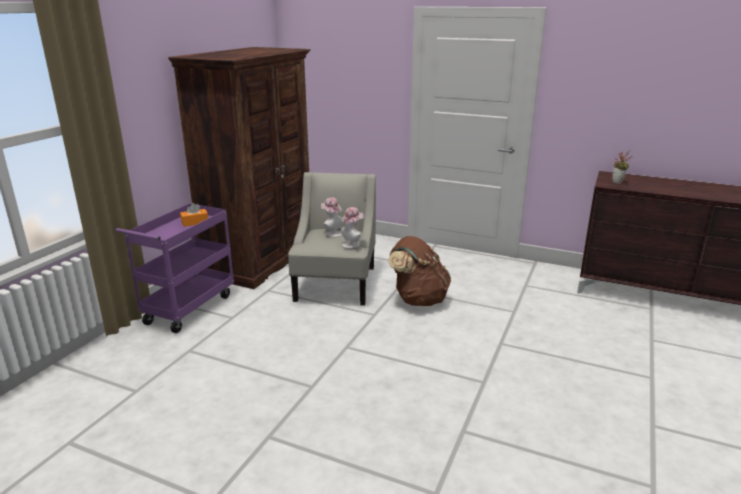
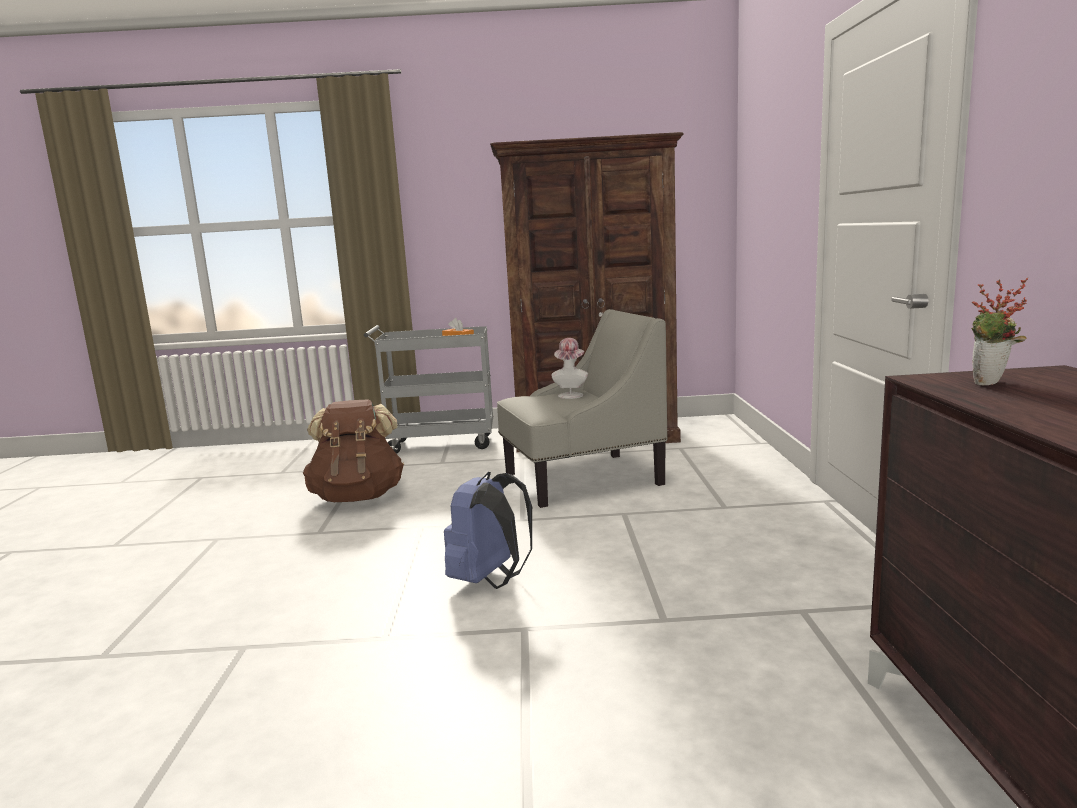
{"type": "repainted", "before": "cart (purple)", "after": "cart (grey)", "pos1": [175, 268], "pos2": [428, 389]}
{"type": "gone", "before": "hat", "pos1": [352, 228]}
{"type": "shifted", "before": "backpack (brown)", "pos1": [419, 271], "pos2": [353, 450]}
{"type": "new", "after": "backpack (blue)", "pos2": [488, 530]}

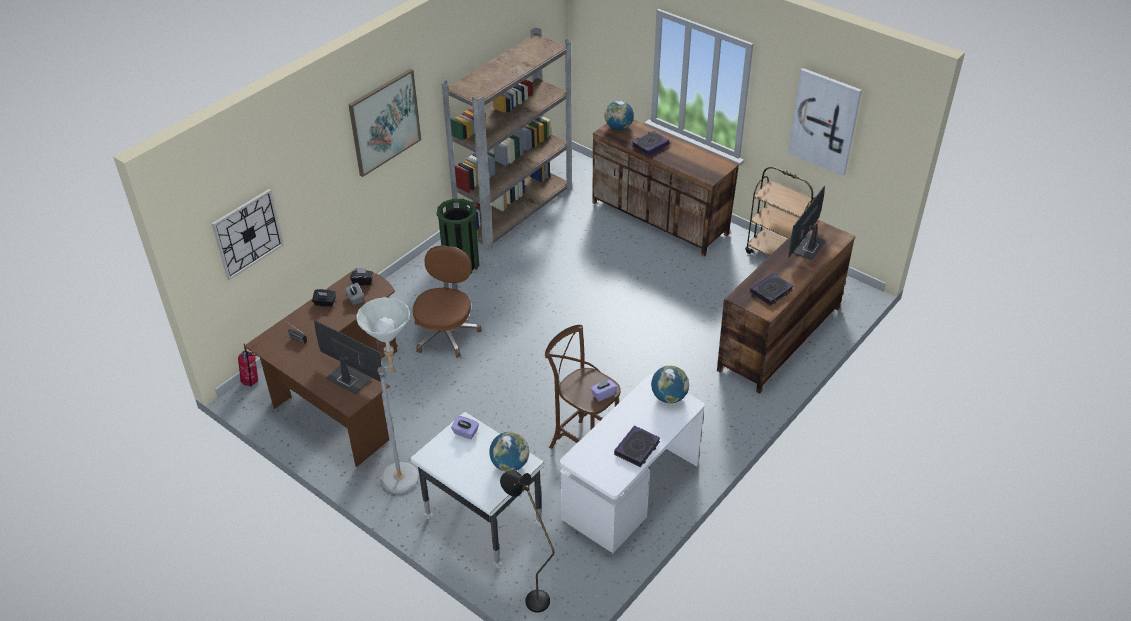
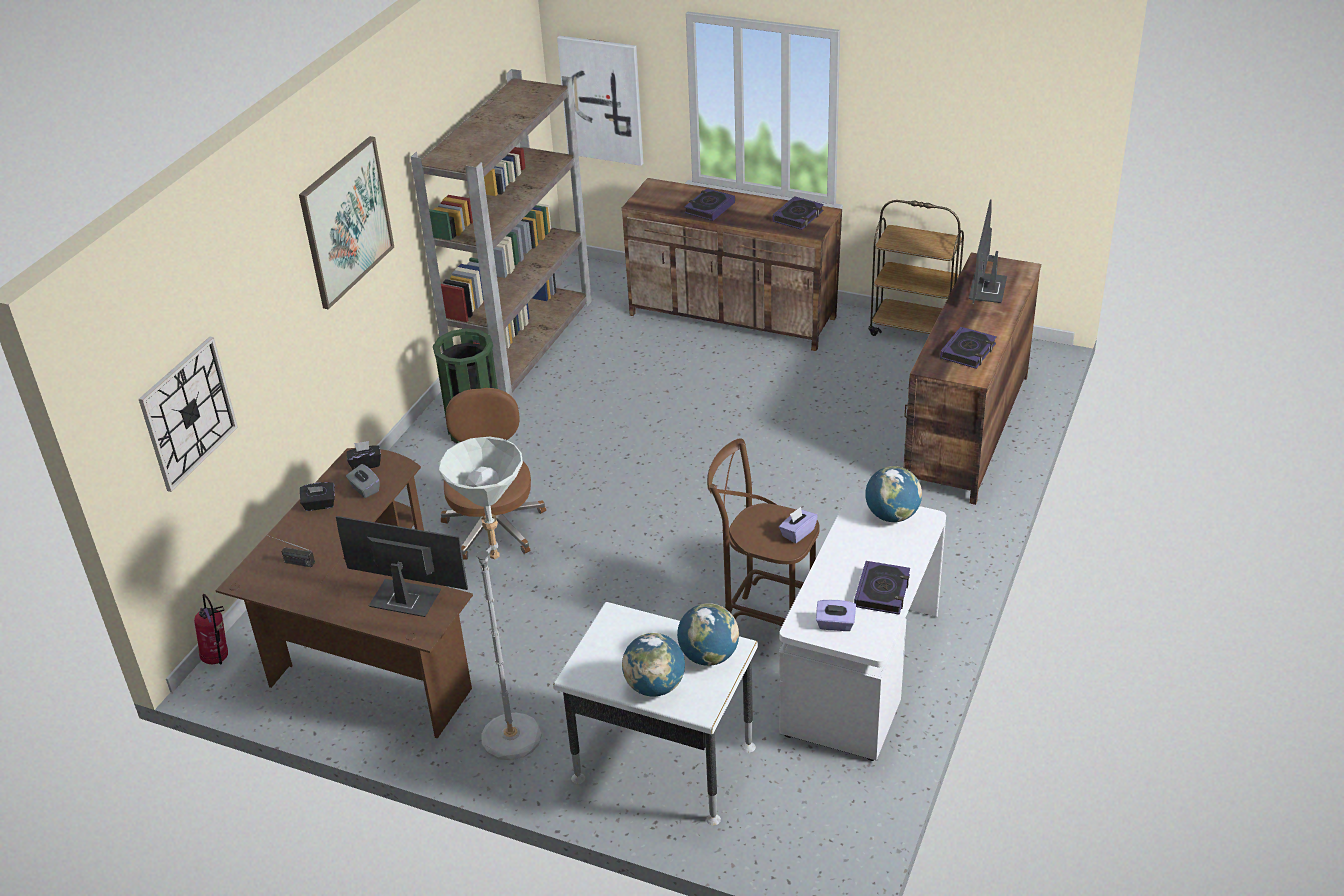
{"type": "shifted", "before": "tissue box (purple)", "pos1": [465, 427], "pos2": [836, 615]}
{"type": "gone", "before": "floor lamp (black)", "pos1": [527, 541]}
{"type": "shifted", "before": "globe", "pos1": [619, 115], "pos2": [653, 665]}
{"type": "shifted", "before": "picture", "pos1": [825, 122], "pos2": [600, 101]}
{"type": "new", "after": "book", "pos2": [798, 213]}

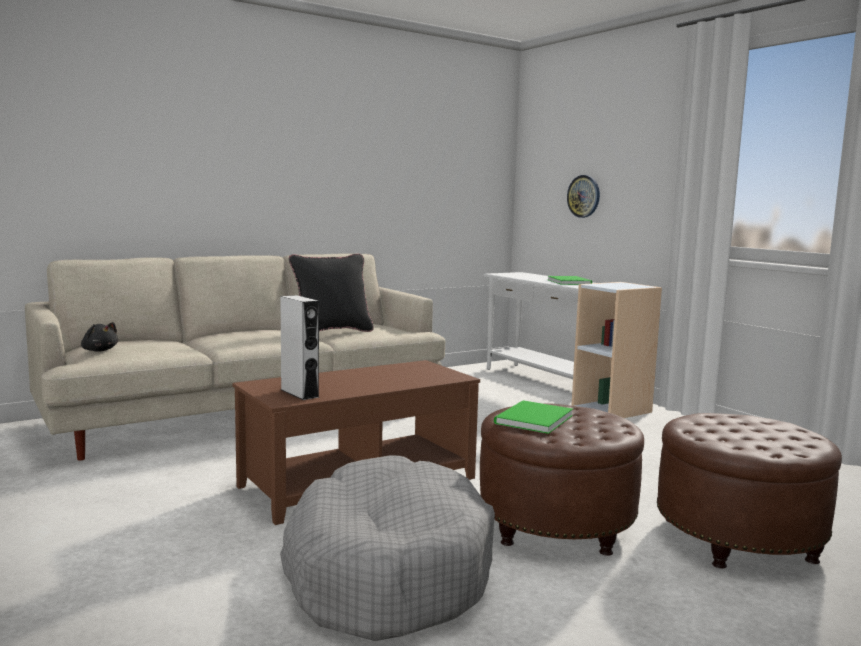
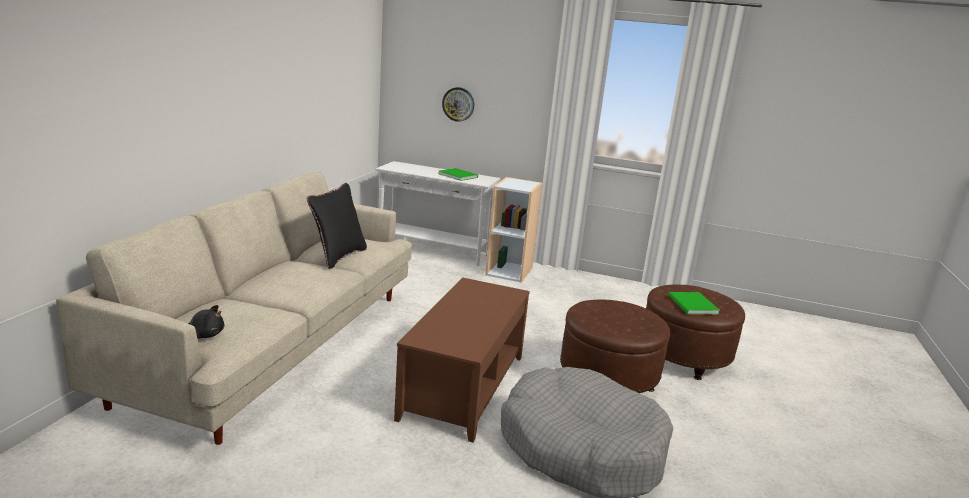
{"type": "gone", "before": "speaker (grey)", "pos1": [300, 347]}
{"type": "shifted", "before": "book (green)", "pos1": [533, 417], "pos2": [694, 303]}

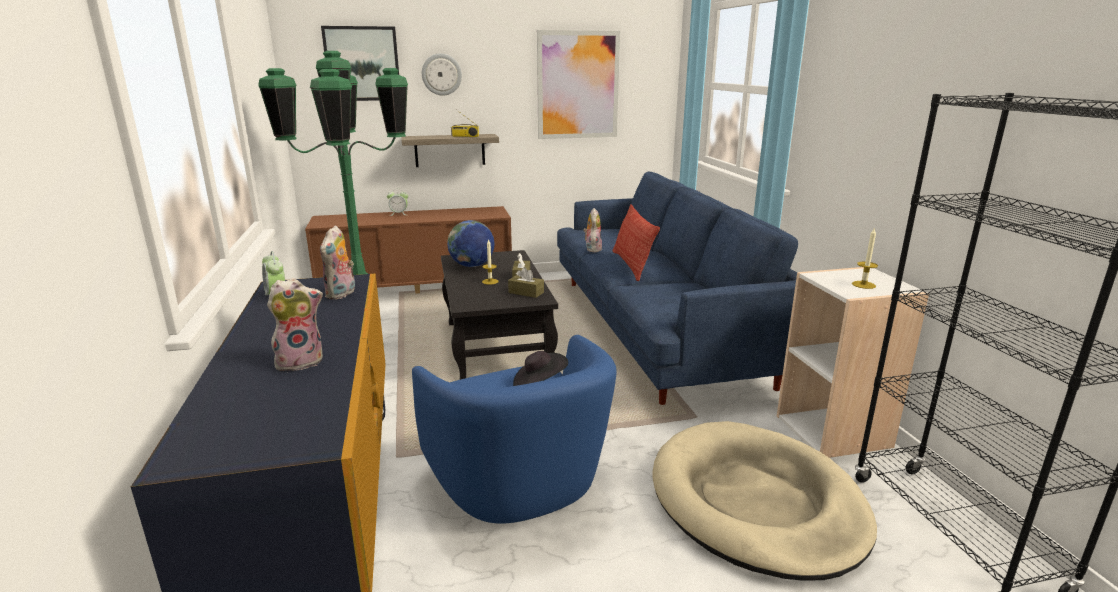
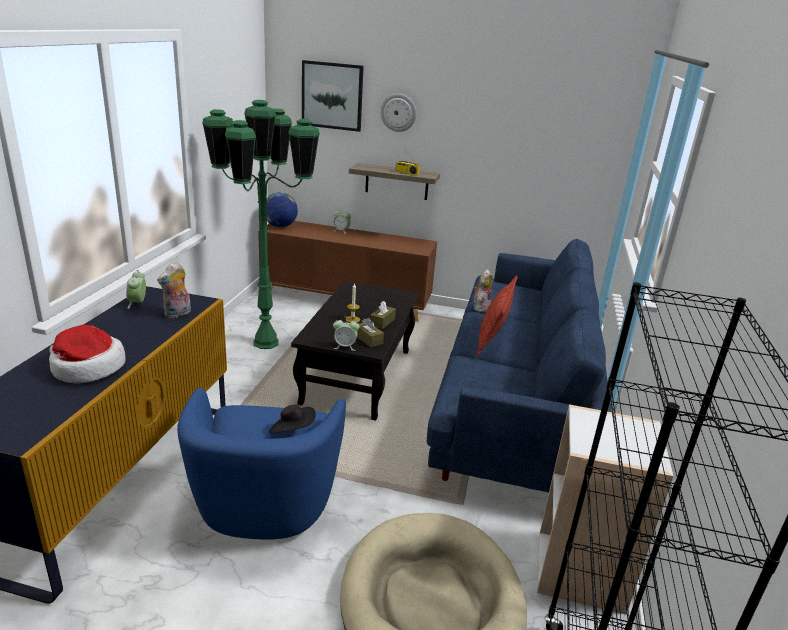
{"type": "swapped", "before": "plush toy", "after": "hat", "pos1": [295, 325], "pos2": [87, 354]}
{"type": "shifted", "before": "globe", "pos1": [470, 243], "pos2": [282, 209]}
{"type": "gone", "before": "picture", "pos1": [578, 84]}
{"type": "gone", "before": "candle", "pos1": [865, 258]}
{"type": "new", "after": "alarm clock", "pos2": [346, 334]}

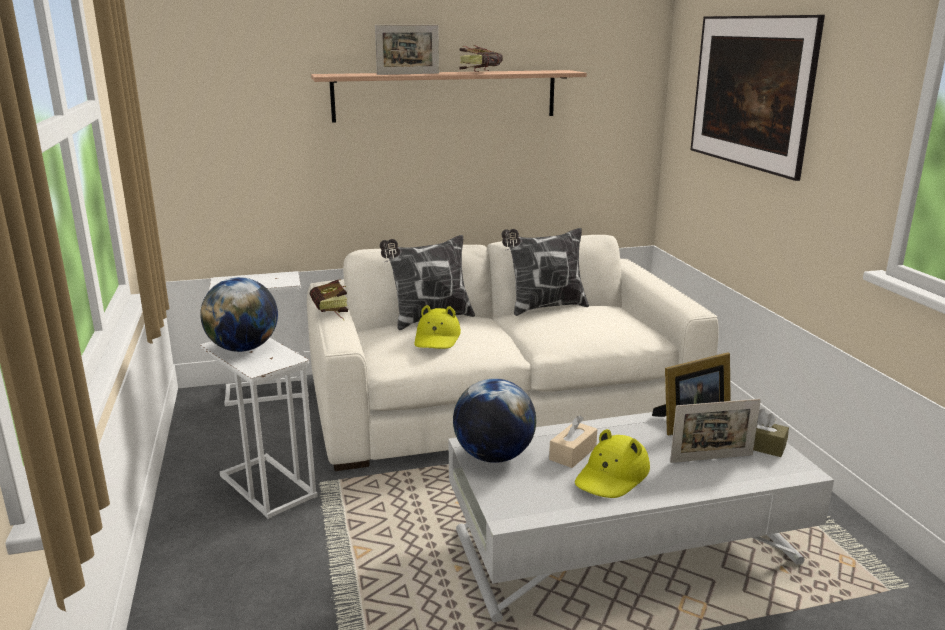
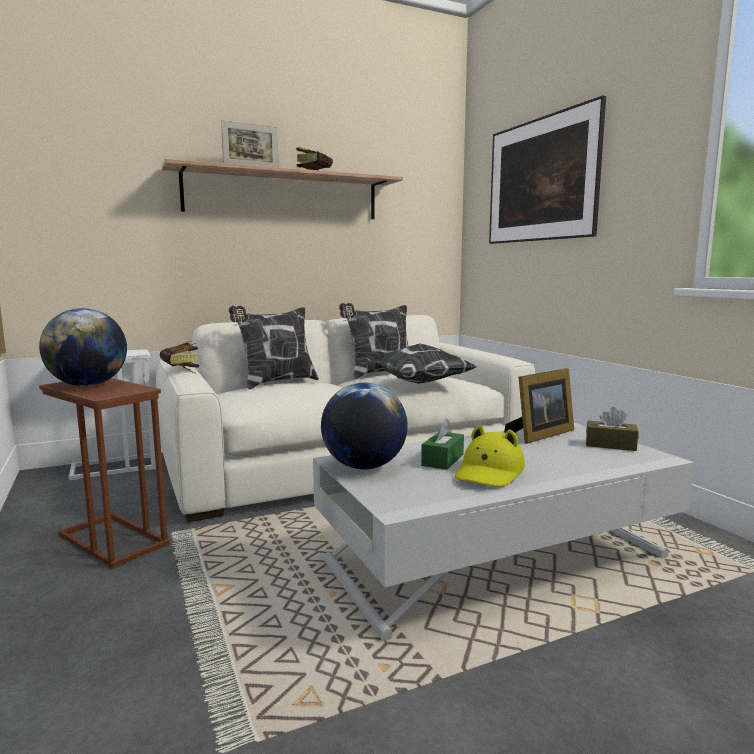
{"type": "repainted", "before": "side table (white)", "after": "side table (brown)", "pos1": [259, 428], "pos2": [104, 473]}
{"type": "gone", "before": "hat (yellow)", "pos1": [438, 327]}
{"type": "repainted", "before": "tissue box (beige)", "after": "tissue box (green)", "pos1": [573, 442], "pos2": [442, 444]}
{"type": "gone", "before": "picture frame", "pos1": [715, 431]}
{"type": "new", "after": "pillow", "pos2": [419, 364]}

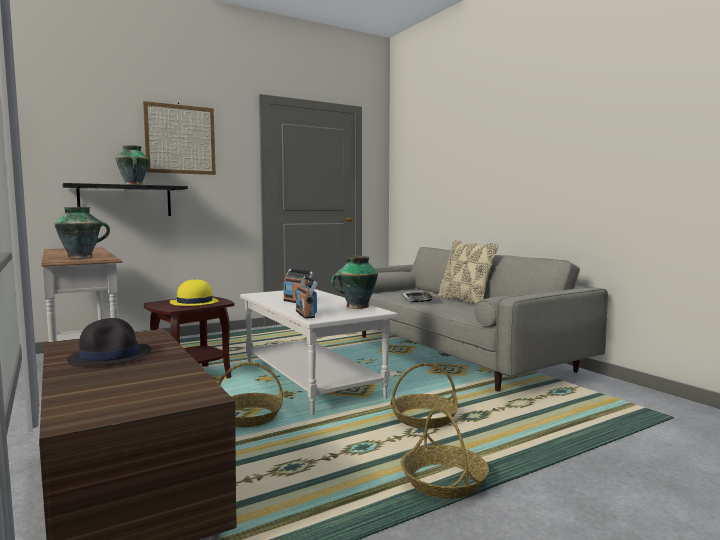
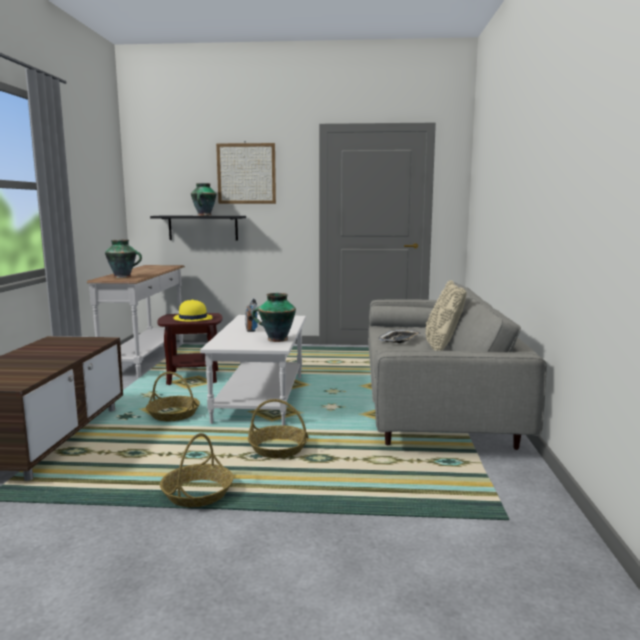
{"type": "gone", "before": "hat (black)", "pos1": [109, 342]}
{"type": "gone", "before": "radio", "pos1": [307, 297]}

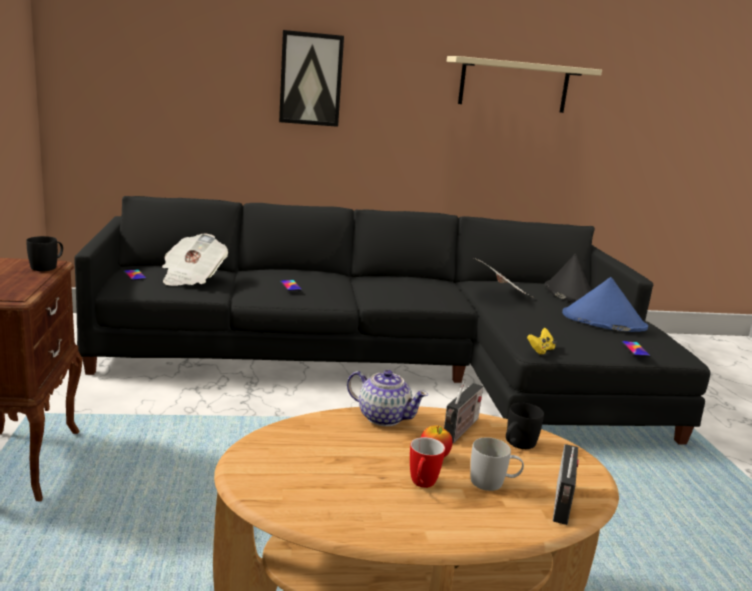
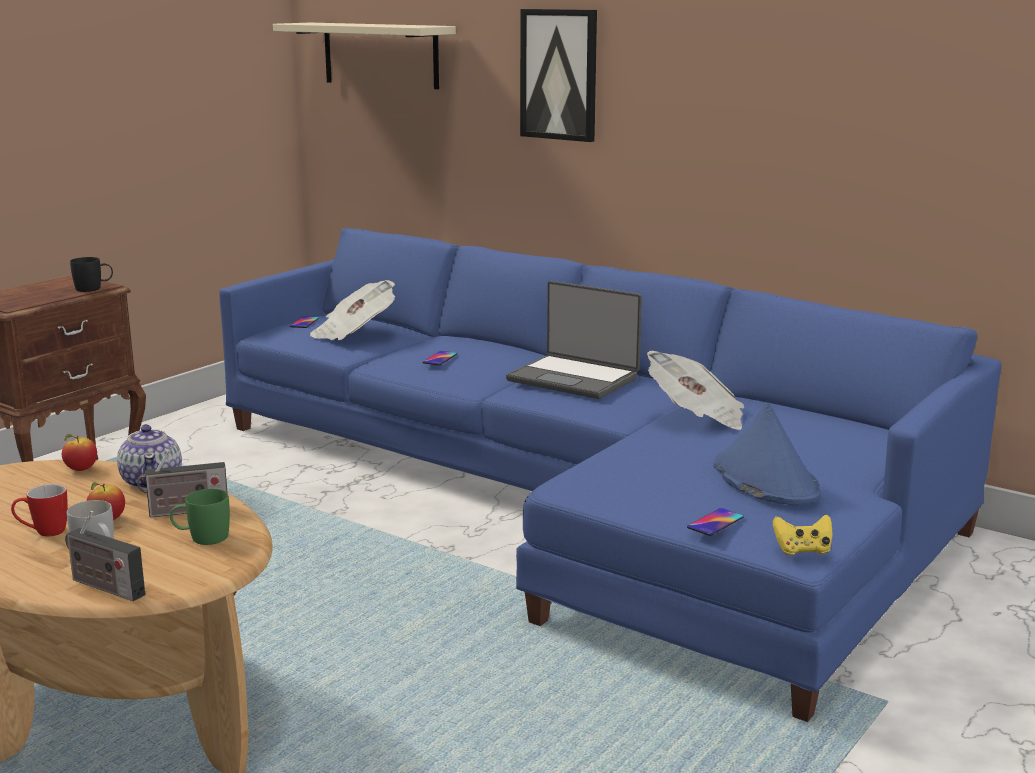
{"type": "repainted", "before": "sofa (black)", "after": "sofa (blue)", "pos1": [393, 320], "pos2": [610, 475]}
{"type": "shifted", "before": "shelf (beige)", "pos1": [524, 84], "pos2": [364, 56]}
{"type": "repainted", "before": "mug (black)", "after": "mug (green)", "pos1": [525, 426], "pos2": [200, 517]}
{"type": "shifted", "before": "game controller (yellow)", "pos1": [541, 341], "pos2": [802, 535]}
{"type": "gone", "before": "hat (black)", "pos1": [567, 278]}
{"type": "rotated", "before": "radio", "pos1": [566, 484], "pos2": [105, 556], "turn": 60}
{"type": "new", "after": "apple", "pos2": [79, 452]}
{"type": "new", "after": "laptop", "pos2": [574, 340]}

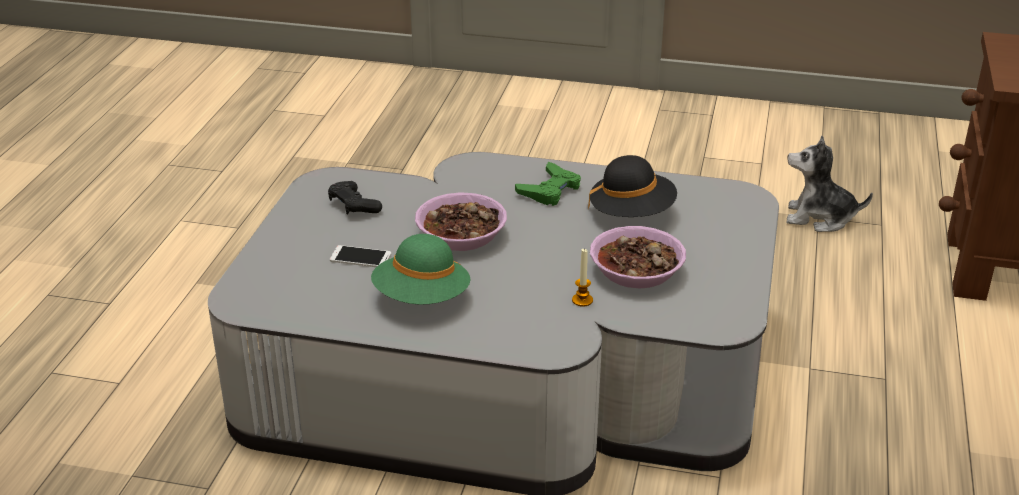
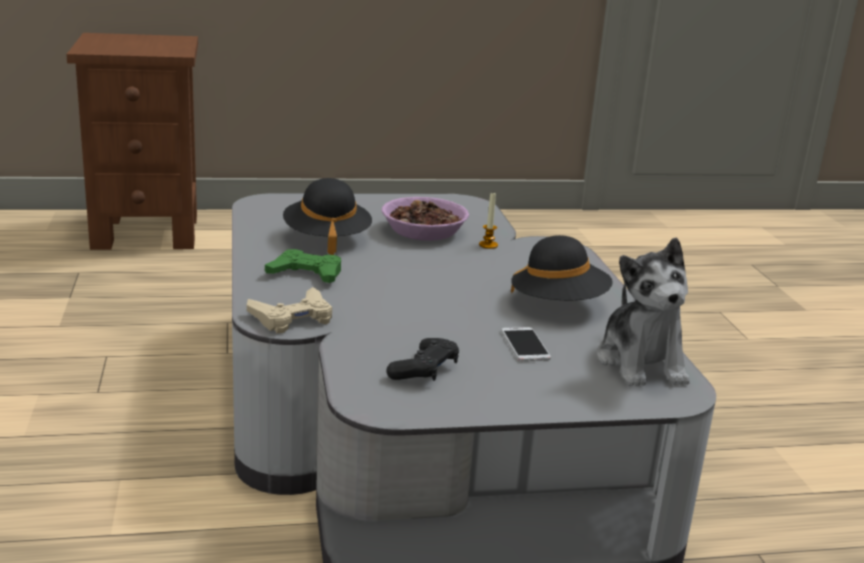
{"type": "repainted", "before": "hat (green)", "after": "hat (black)", "pos1": [421, 269], "pos2": [562, 268]}
{"type": "gone", "before": "bowl", "pos1": [461, 222]}
{"type": "shifted", "before": "plush toy", "pos1": [830, 184], "pos2": [643, 311]}
{"type": "new", "after": "game controller (beige)", "pos2": [289, 310]}

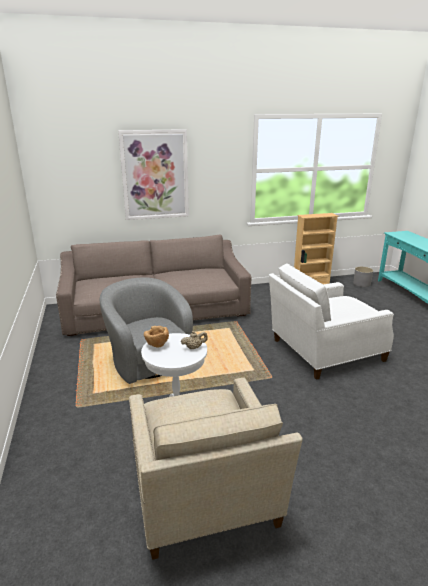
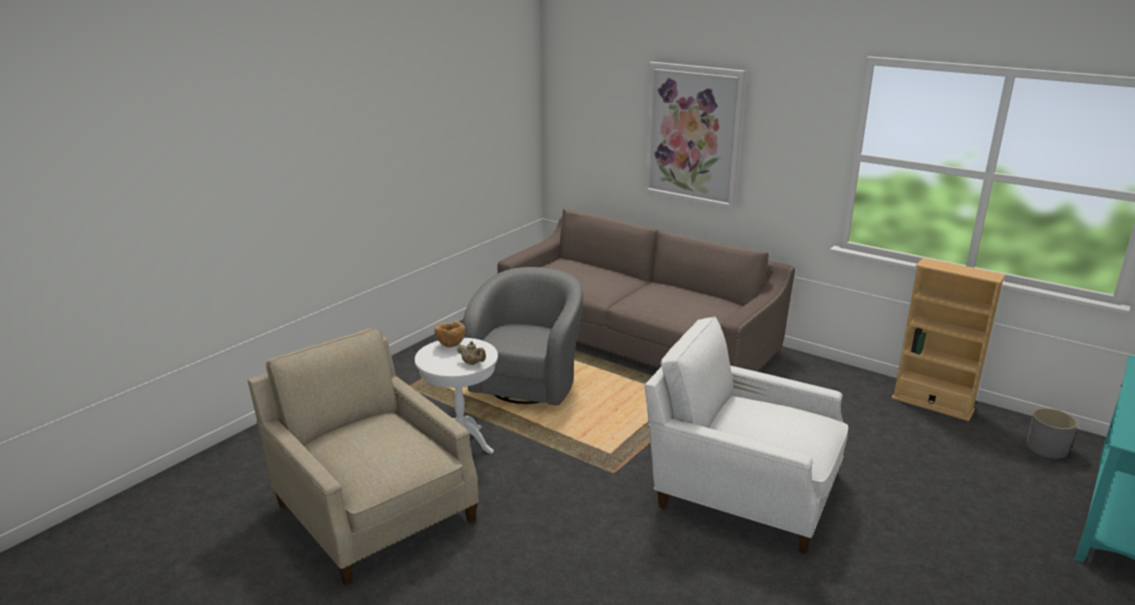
{"type": "rotated", "before": "armchair (beige)", "pos1": [216, 469], "pos2": [363, 456], "turn": 105}

